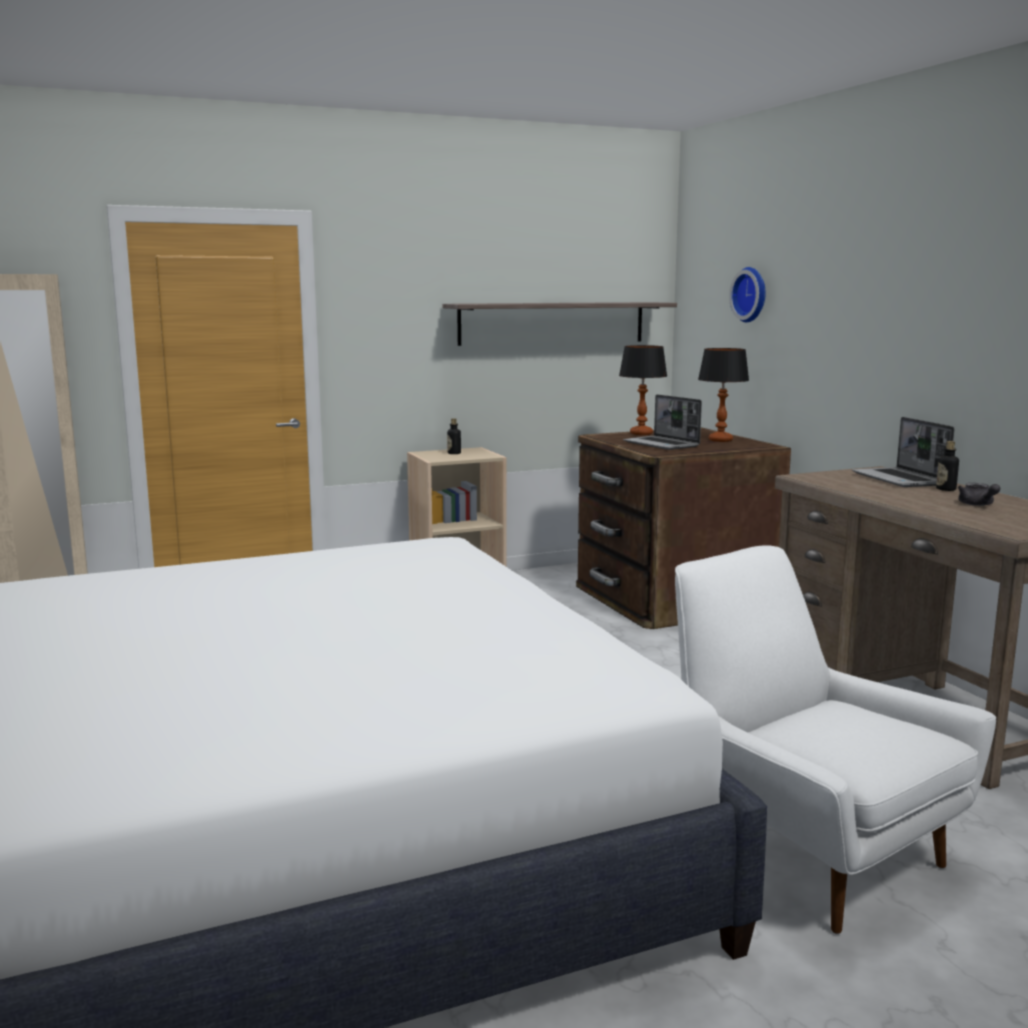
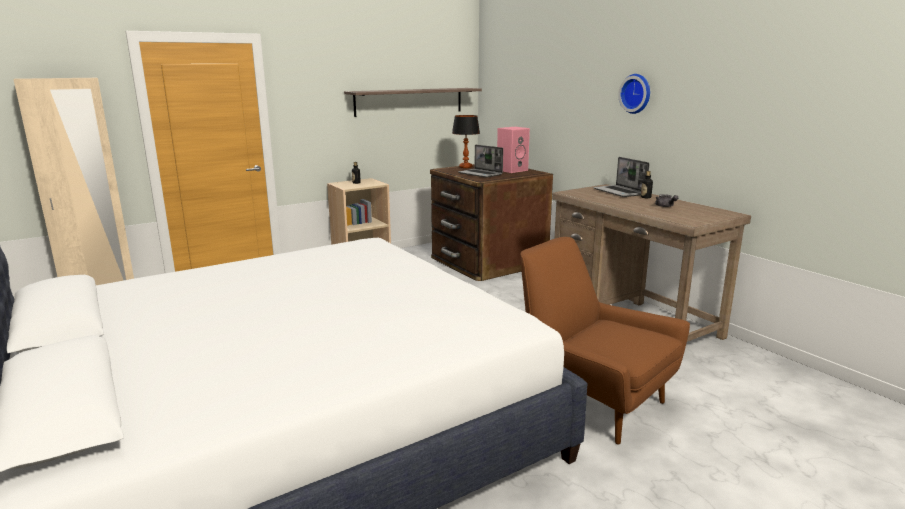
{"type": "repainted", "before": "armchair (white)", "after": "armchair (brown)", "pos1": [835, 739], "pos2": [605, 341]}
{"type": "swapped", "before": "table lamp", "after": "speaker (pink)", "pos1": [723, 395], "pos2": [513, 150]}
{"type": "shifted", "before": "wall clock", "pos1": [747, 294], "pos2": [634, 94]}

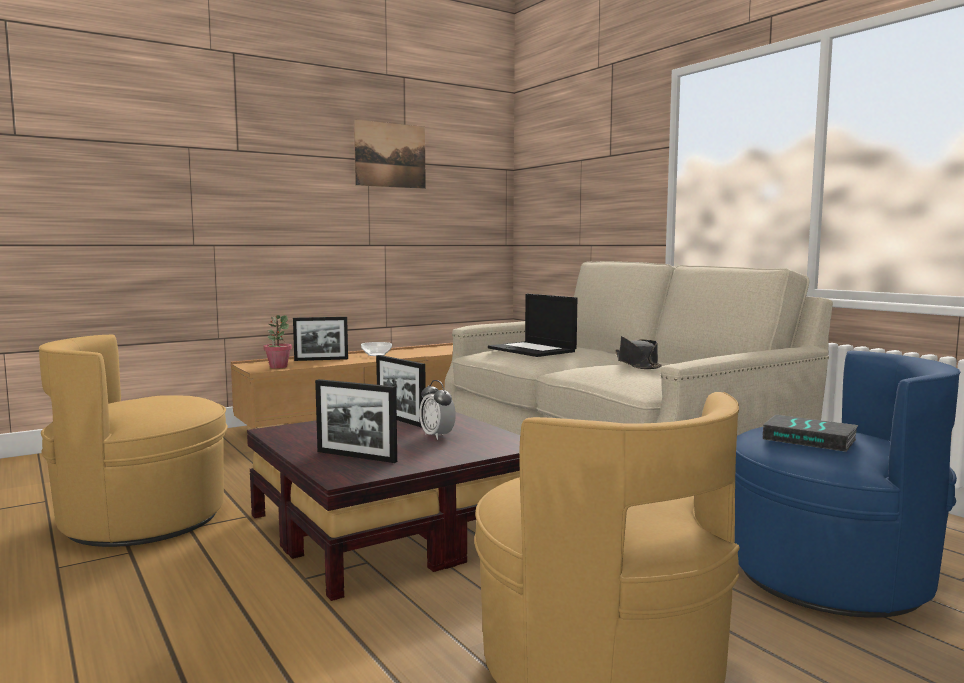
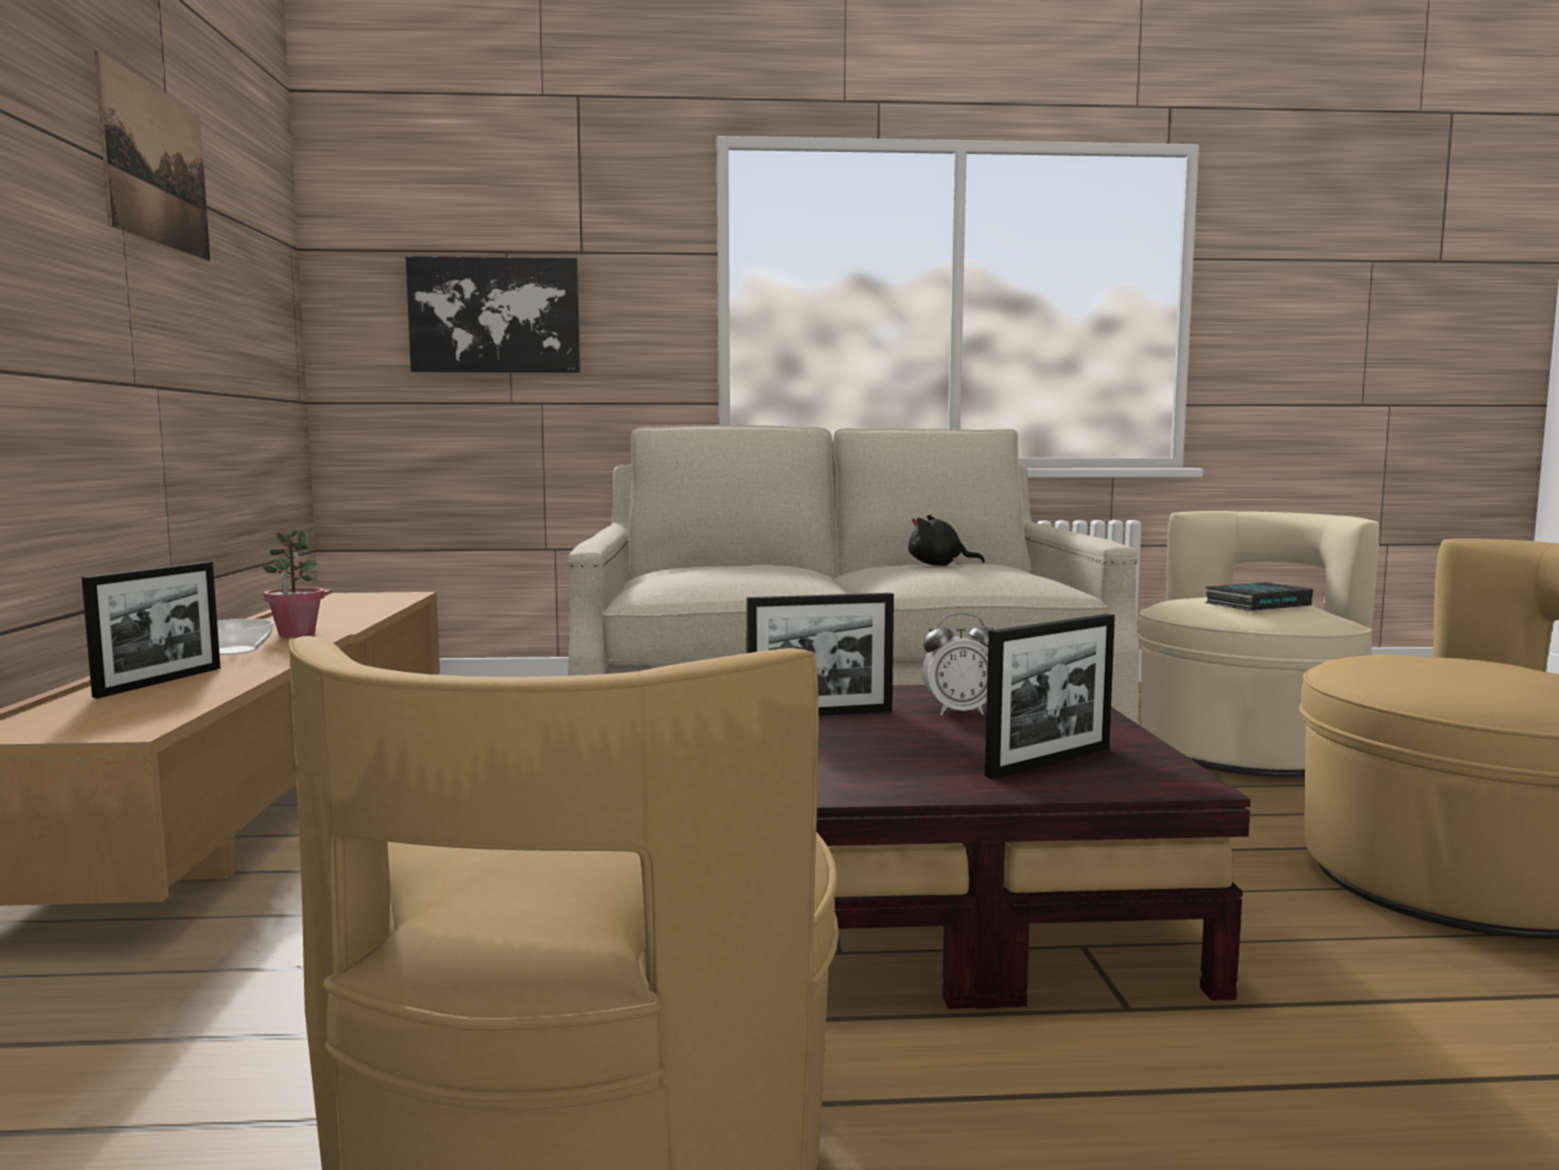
{"type": "shifted", "before": "potted plant", "pos1": [278, 342], "pos2": [293, 583]}
{"type": "gone", "before": "laptop", "pos1": [532, 325]}
{"type": "swapped", "before": "hat (black)", "after": "plush toy (black)", "pos1": [638, 352], "pos2": [946, 540]}
{"type": "repainted", "before": "armchair (blue)", "after": "armchair (beige)", "pos1": [847, 484], "pos2": [1258, 644]}
{"type": "new", "after": "picture", "pos2": [493, 314]}

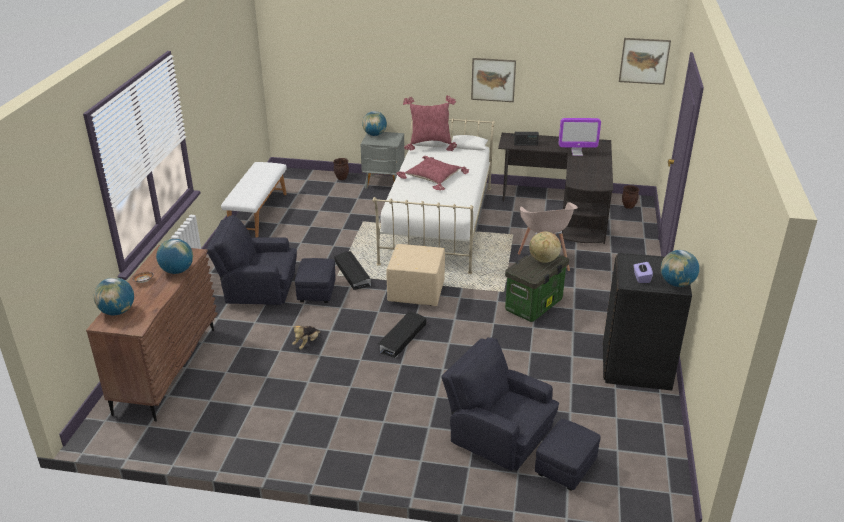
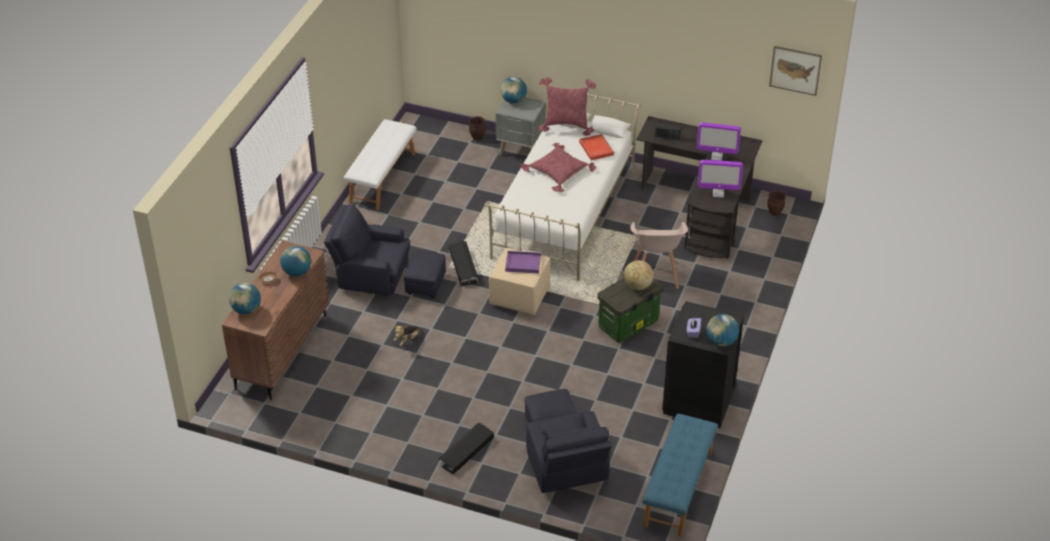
{"type": "shifted", "before": "storage box (black)", "pos1": [402, 334], "pos2": [466, 448]}
{"type": "rotated", "before": "armchair (black)", "pos1": [521, 414], "pos2": [568, 441], "turn": -150}
{"type": "gone", "before": "picture", "pos1": [493, 80]}
{"type": "new", "after": "tray (purple)", "pos2": [523, 261]}
{"type": "new", "after": "tray (red)", "pos2": [597, 147]}
{"type": "new", "after": "bench (blue)", "pos2": [680, 475]}
{"type": "new", "after": "monitor", "pos2": [720, 179]}

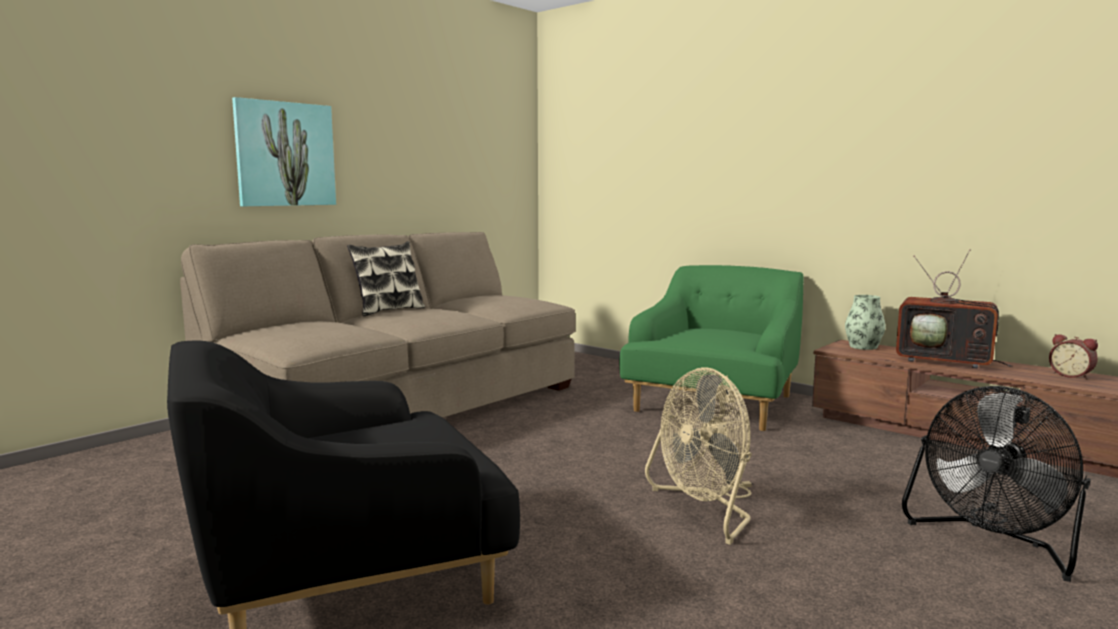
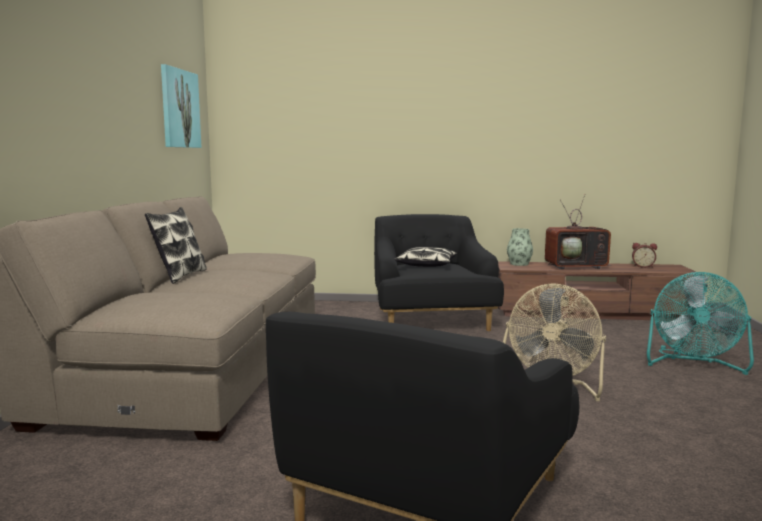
{"type": "shifted", "before": "picture", "pos1": [284, 151], "pos2": [181, 106]}
{"type": "repainted", "before": "armchair (green)", "after": "armchair (black)", "pos1": [711, 348], "pos2": [439, 272]}
{"type": "repainted", "before": "fan (black)", "after": "fan (turquoise)", "pos1": [996, 484], "pos2": [700, 323]}
{"type": "new", "after": "pillow", "pos2": [426, 257]}

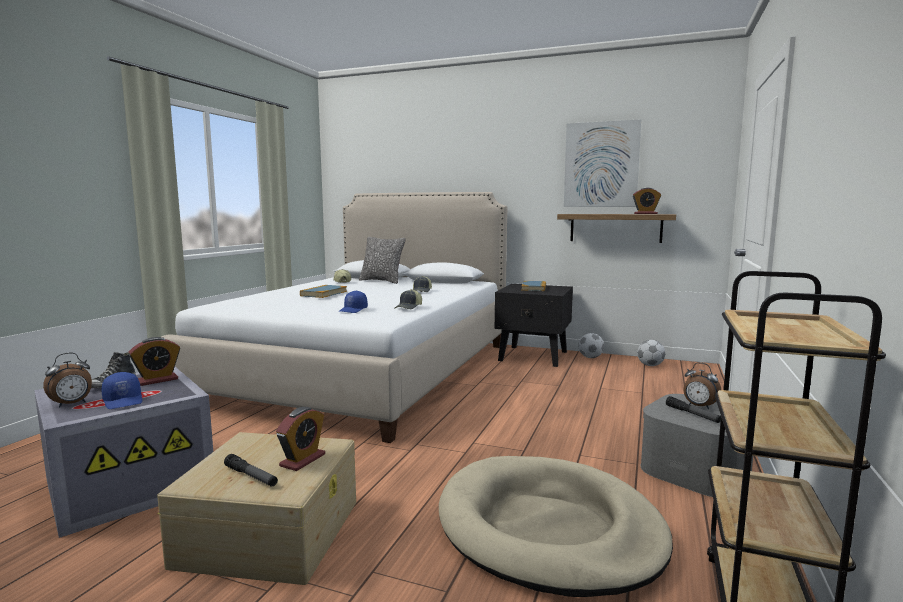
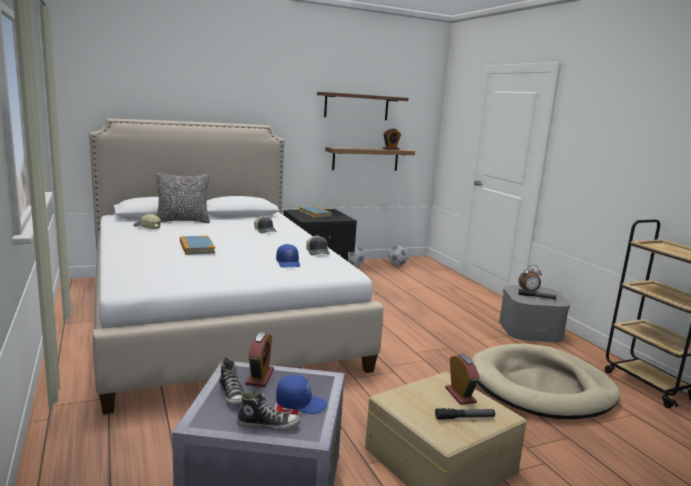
{"type": "swapped", "before": "alarm clock", "after": "shoe", "pos1": [67, 380], "pos2": [268, 411]}
{"type": "swapped", "before": "picture", "after": "shelf (brown)", "pos1": [602, 163], "pos2": [362, 106]}

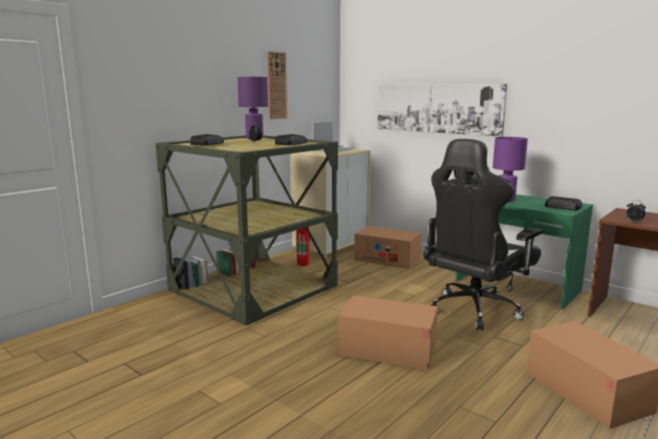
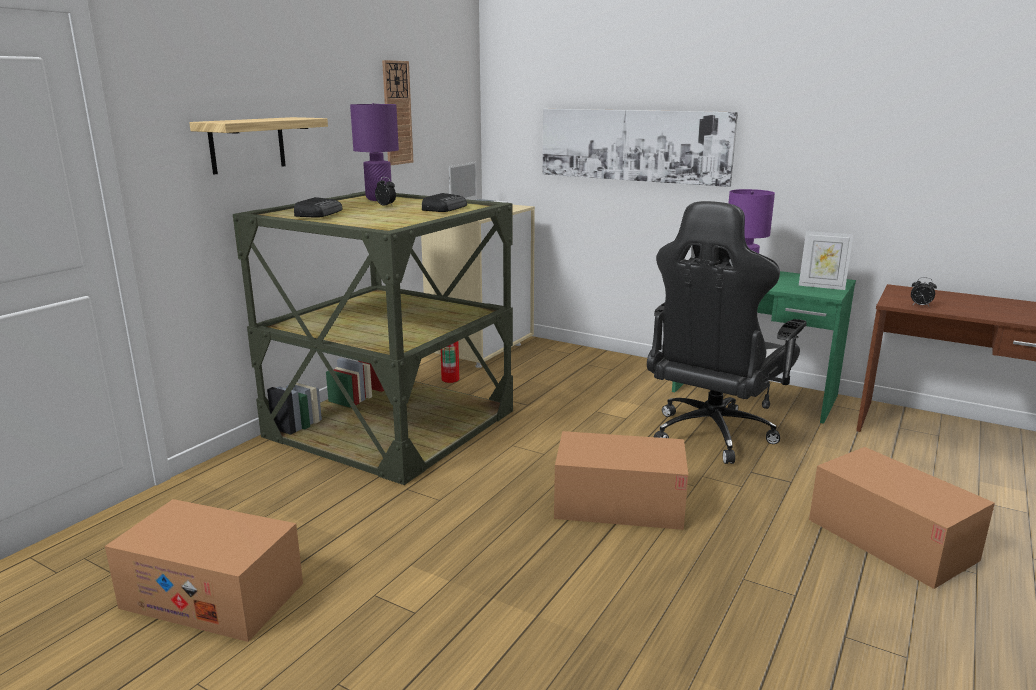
{"type": "shifted", "before": "cardboard box", "pos1": [388, 247], "pos2": [204, 570]}
{"type": "swapped", "before": "radio", "after": "picture frame", "pos1": [563, 203], "pos2": [826, 260]}
{"type": "new", "after": "shelf", "pos2": [258, 145]}

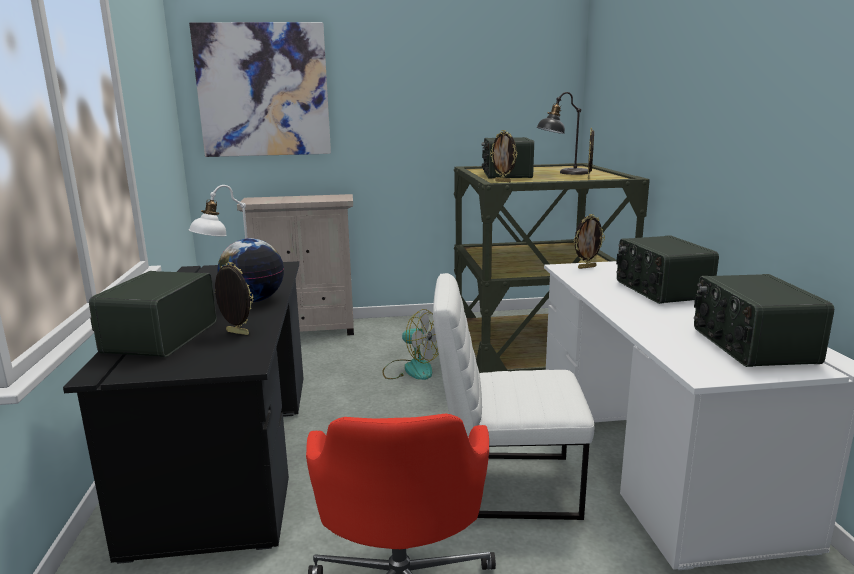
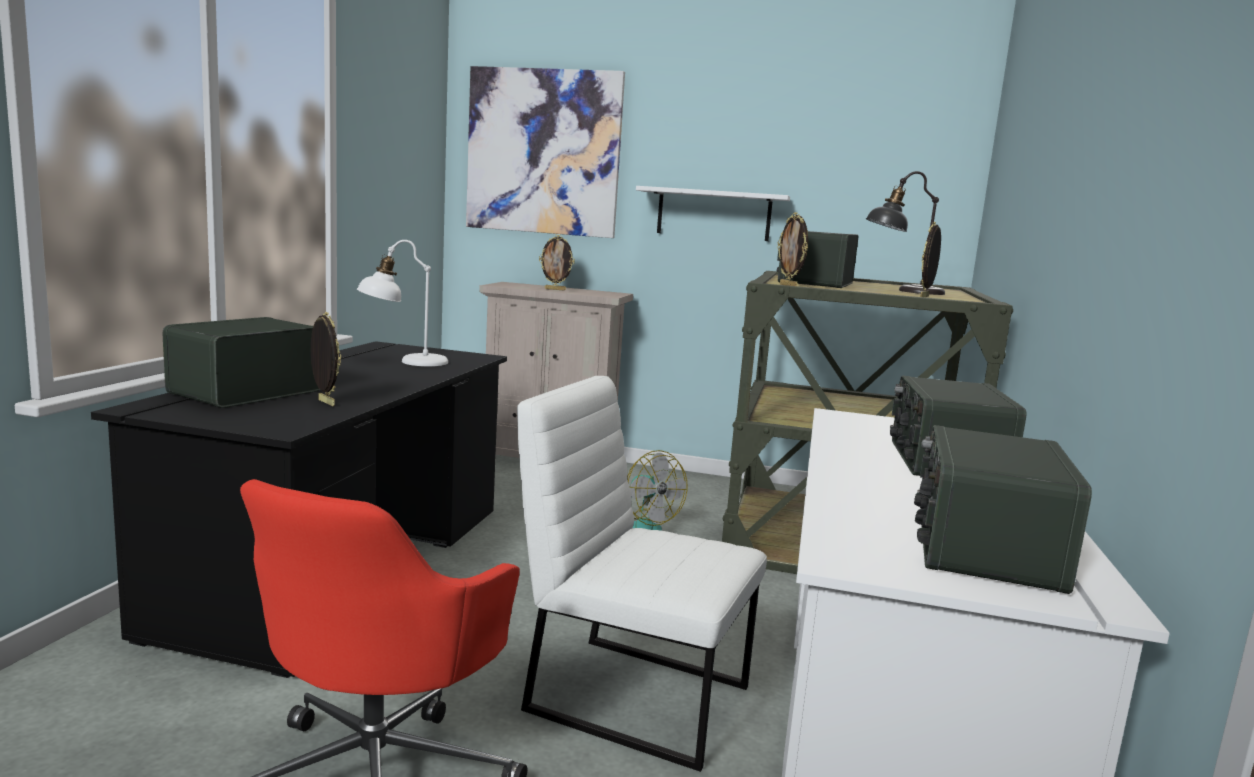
{"type": "gone", "before": "globe", "pos1": [250, 270]}
{"type": "shifted", "before": "picture frame", "pos1": [589, 241], "pos2": [557, 262]}
{"type": "new", "after": "shelf (white)", "pos2": [713, 213]}

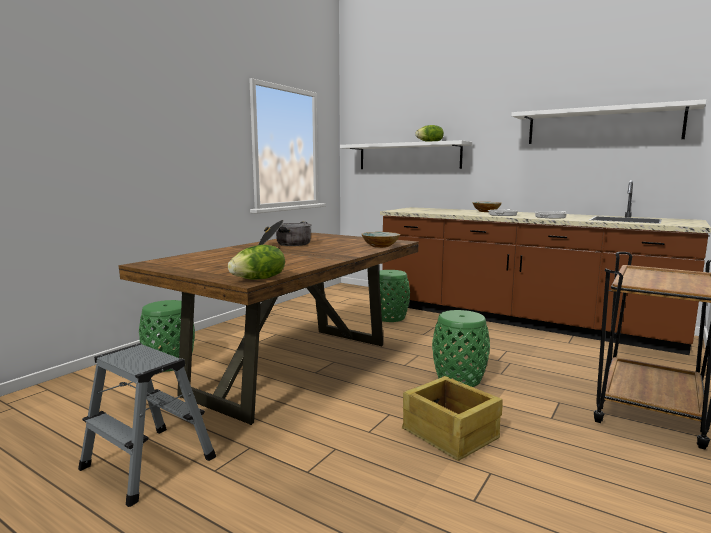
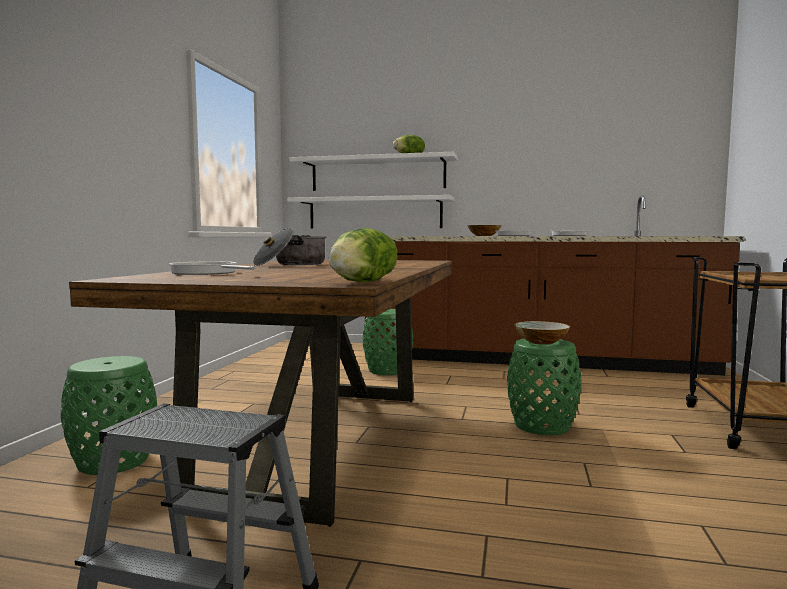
{"type": "shifted", "before": "bowl", "pos1": [380, 240], "pos2": [542, 333]}
{"type": "gone", "before": "crate", "pos1": [452, 418]}
{"type": "shifted", "before": "shelf (white)", "pos1": [608, 121], "pos2": [370, 212]}
{"type": "new", "after": "frying pan", "pos2": [213, 268]}

